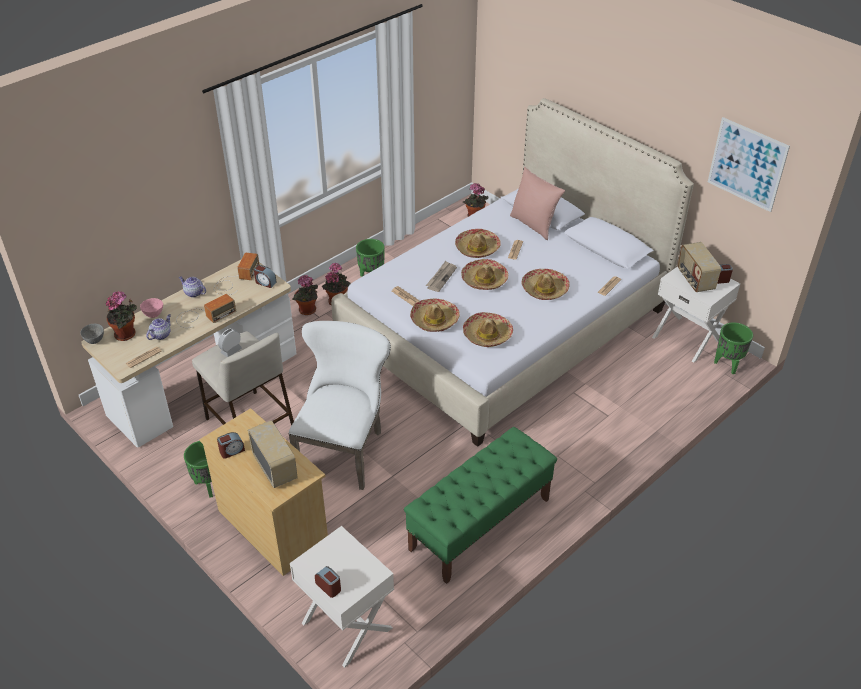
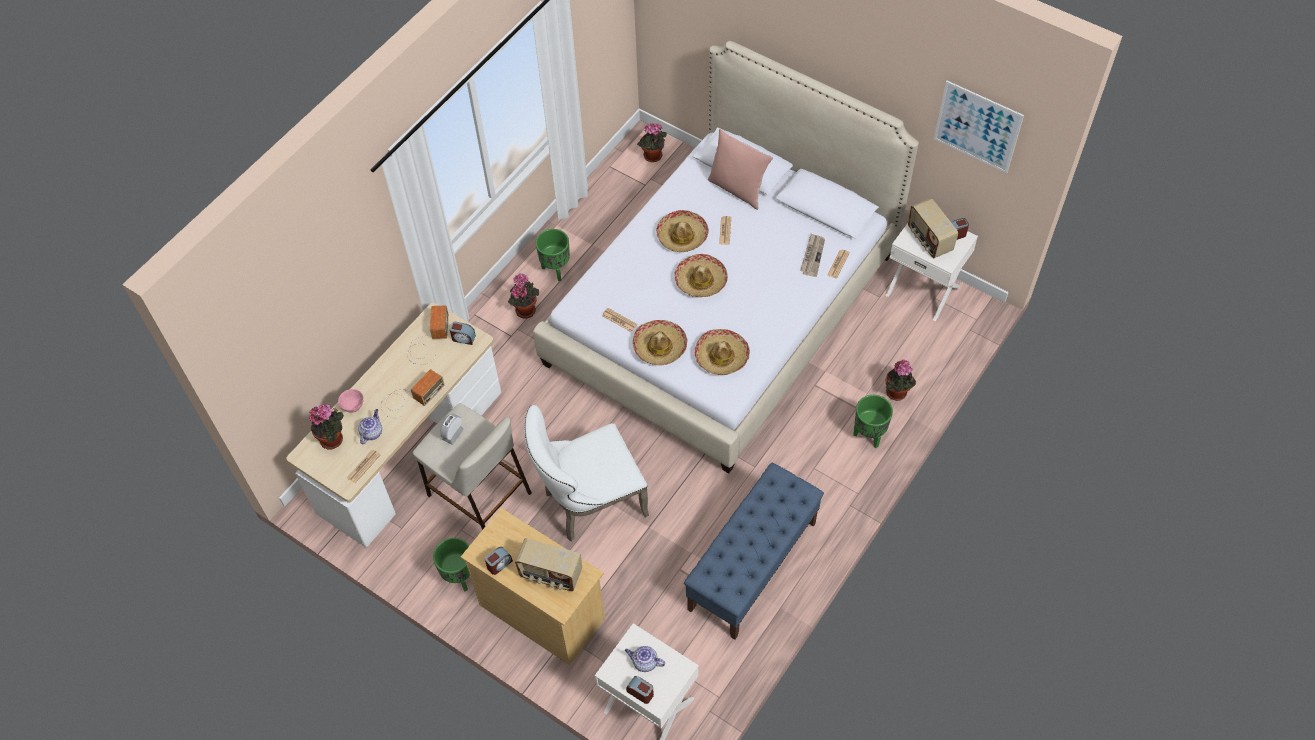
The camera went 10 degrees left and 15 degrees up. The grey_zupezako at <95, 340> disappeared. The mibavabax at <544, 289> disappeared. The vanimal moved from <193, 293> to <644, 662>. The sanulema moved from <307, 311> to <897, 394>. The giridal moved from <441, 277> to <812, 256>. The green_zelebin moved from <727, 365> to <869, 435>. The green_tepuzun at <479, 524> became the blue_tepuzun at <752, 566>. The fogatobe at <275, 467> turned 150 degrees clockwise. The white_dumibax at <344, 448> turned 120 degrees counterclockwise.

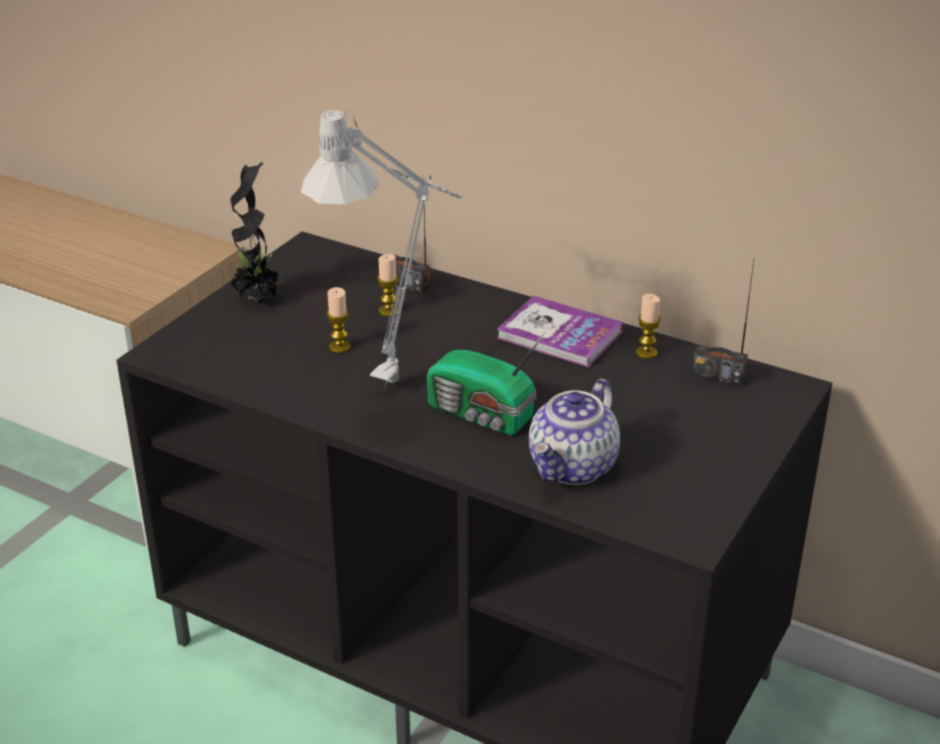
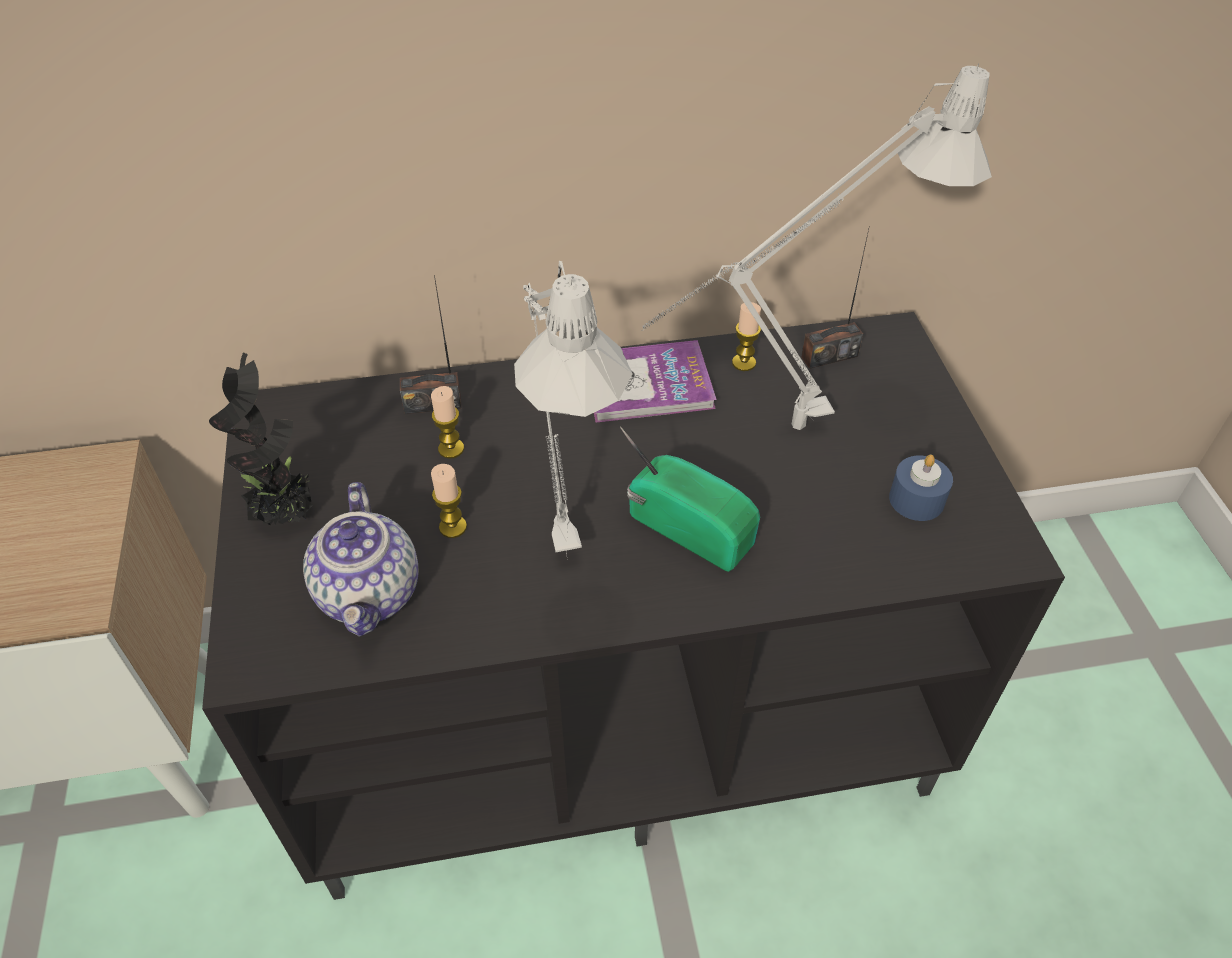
The camera went 40 degrees left and 15 degrees up. The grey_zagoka at <779, 433> appeared. The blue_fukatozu at <916, 499> appeared. The vanimal moved from <573, 467> to <371, 593>. The fogatobe at <481, 415> turned 135 degrees counterclockwise.

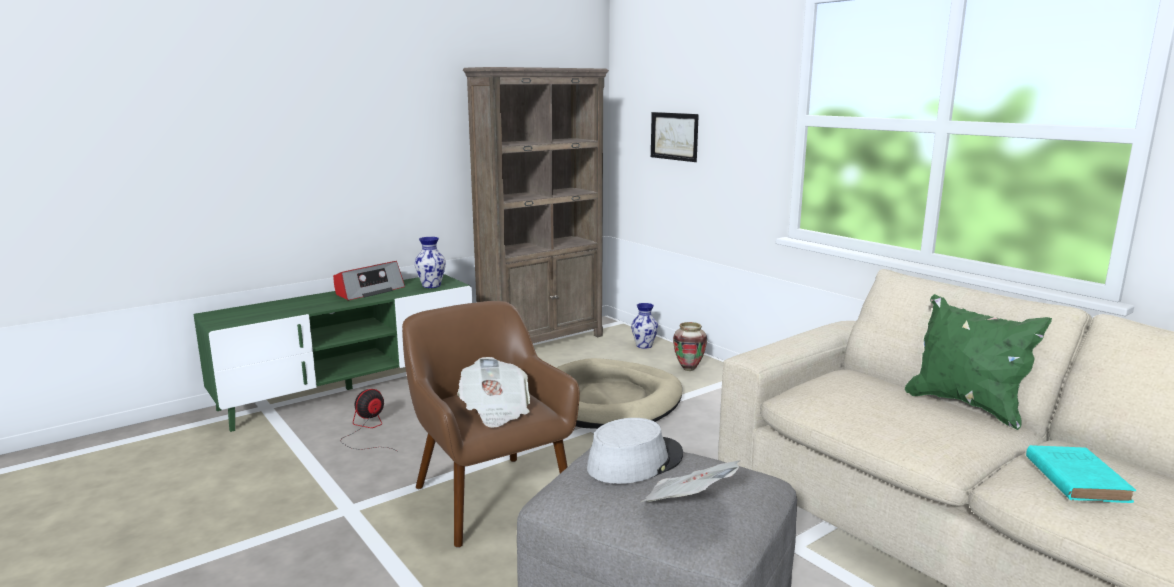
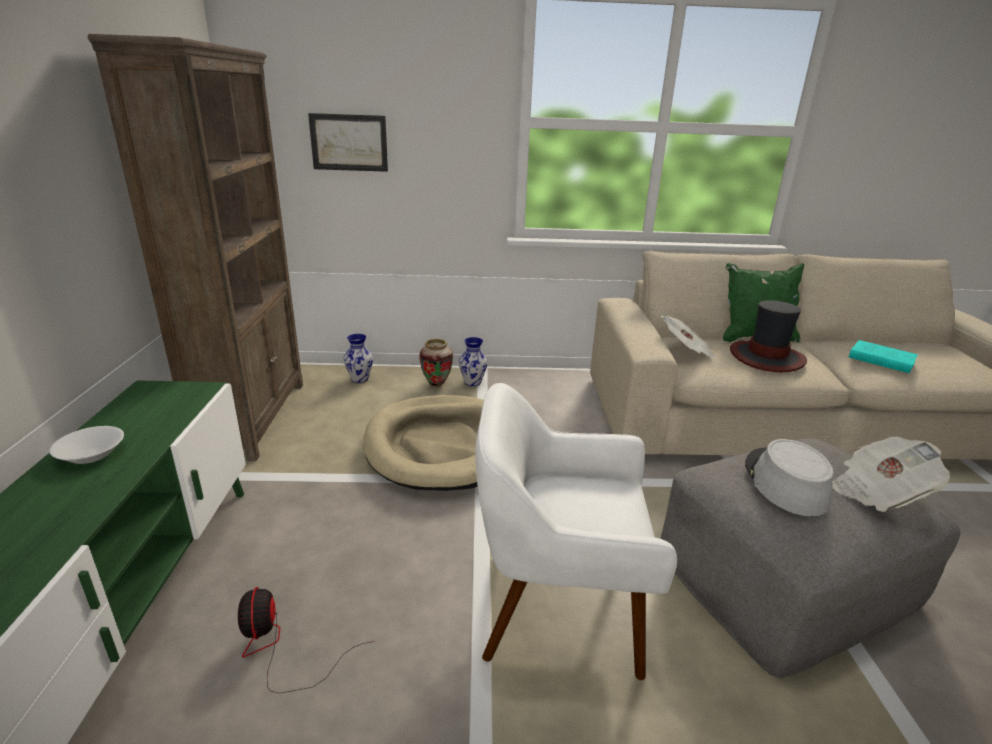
The camera went 55 degrees left and 10 degrees up. The mibavabax at <766, 357> appeared. The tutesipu moved from <432, 285> to <472, 382>. The giridal moved from <495, 411> to <686, 351>. The fogatobe at <369, 291> was replaced by the white_zupezako at <91, 453>. The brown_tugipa at <490, 497> became the white_tugipa at <557, 607>.

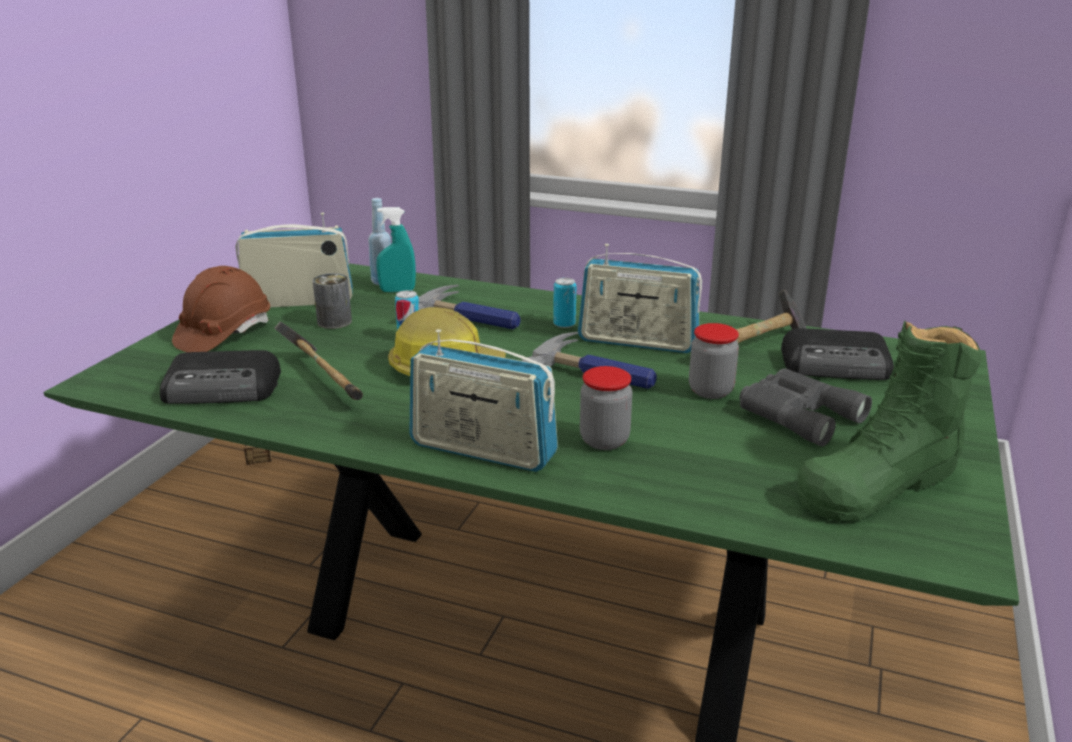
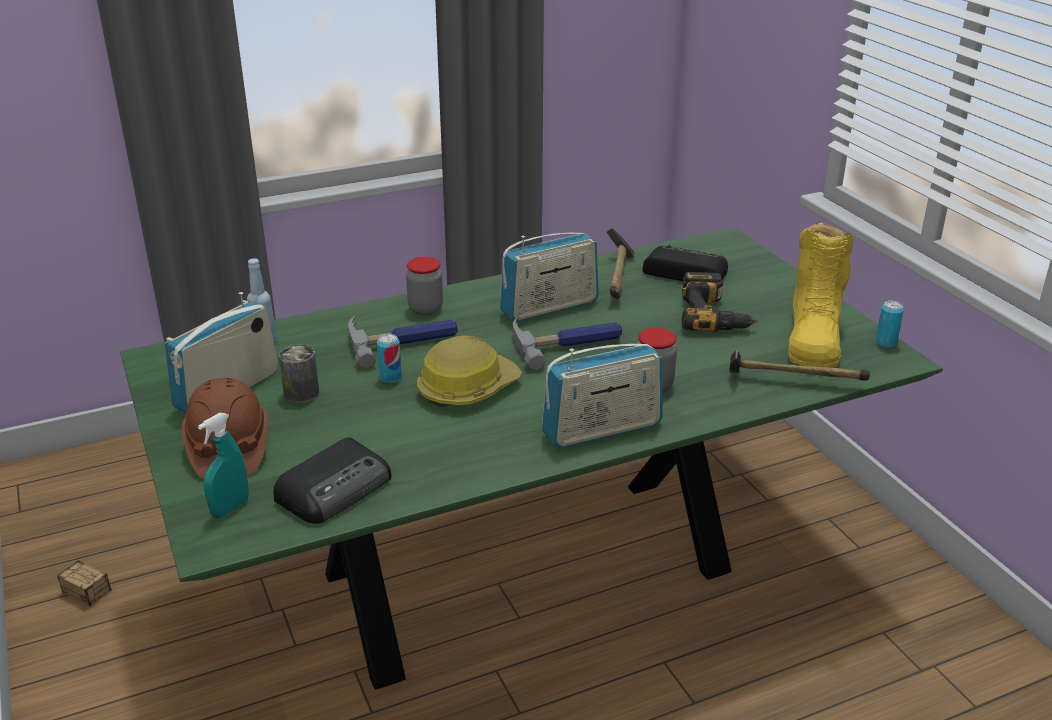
The camera went 45 degrees left and 5 degrees up. The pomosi moved from <324, 379> to <791, 382>. The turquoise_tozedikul moved from <397, 290> to <230, 508>. The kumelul moved from <564, 324> to <885, 343>. The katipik moved from <710, 391> to <425, 308>. The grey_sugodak at <796, 413> was replaced by the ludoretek at <715, 315>. The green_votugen at <879, 483> became the yellow_votugen at <813, 338>. The fogatobe at <837, 365> turned 120 degrees counterclockwise.

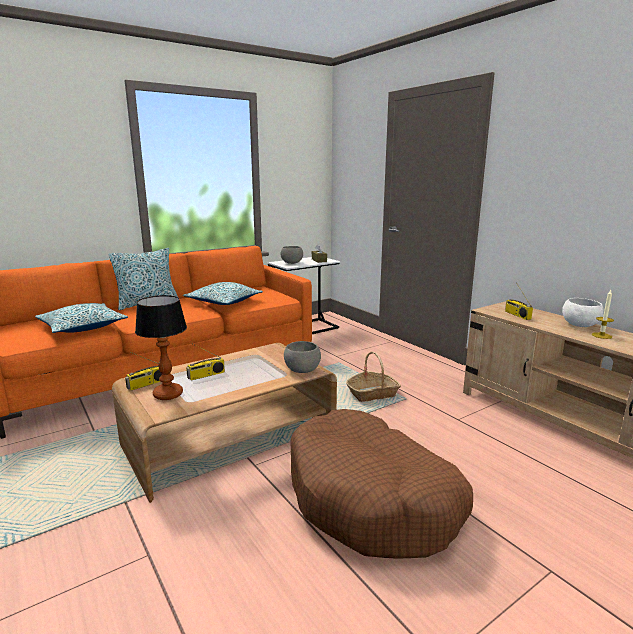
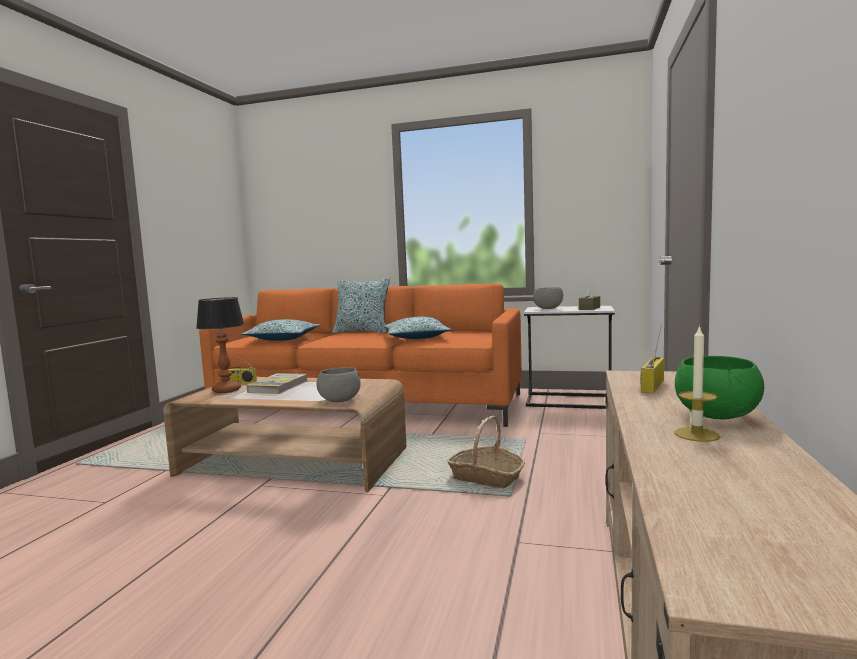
The camera went 50 degrees right and 10 degrees down. The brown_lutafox at <372, 498> disappeared. The fogatobe at <206, 375> was replaced by the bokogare at <278, 386>. The white_zupezako at <580, 325> became the green_zupezako at <718, 416>.

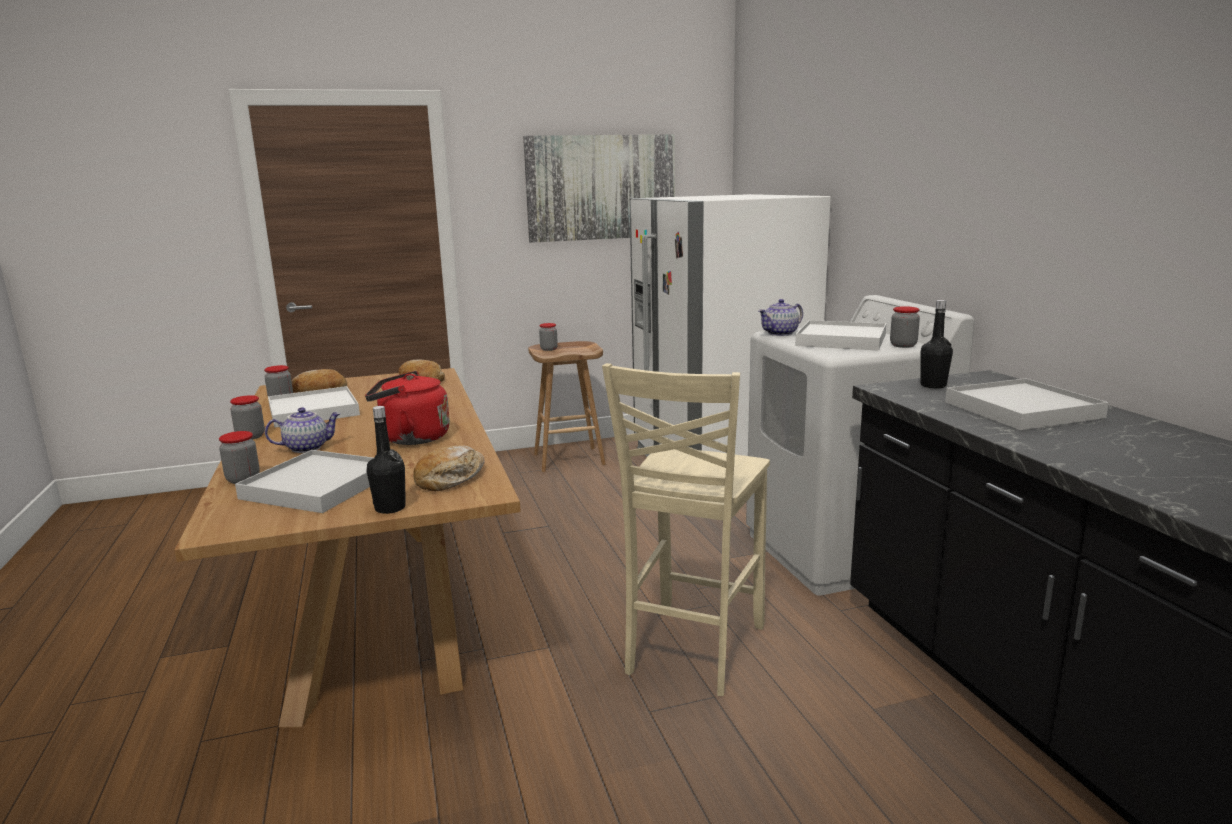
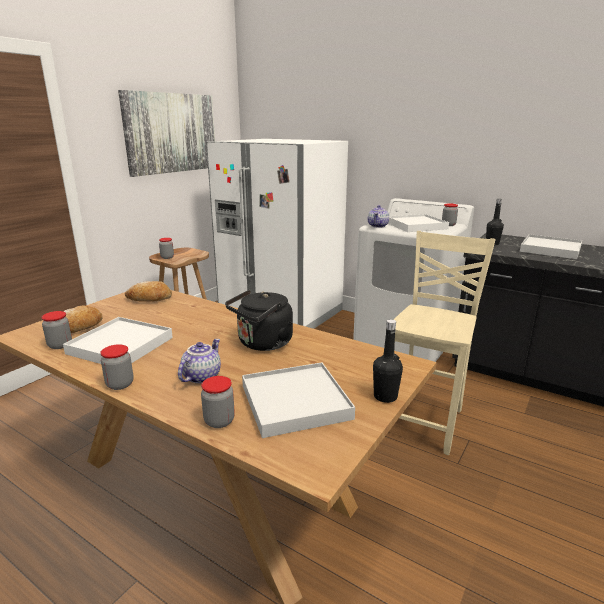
The camera went 40 degrees left and 5 degrees up. The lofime at <450, 479> disappeared. The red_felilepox at <411, 438> became the black_felilepox at <263, 344>. The beige_dumibax at <691, 650> turned 135 degrees counterclockwise.

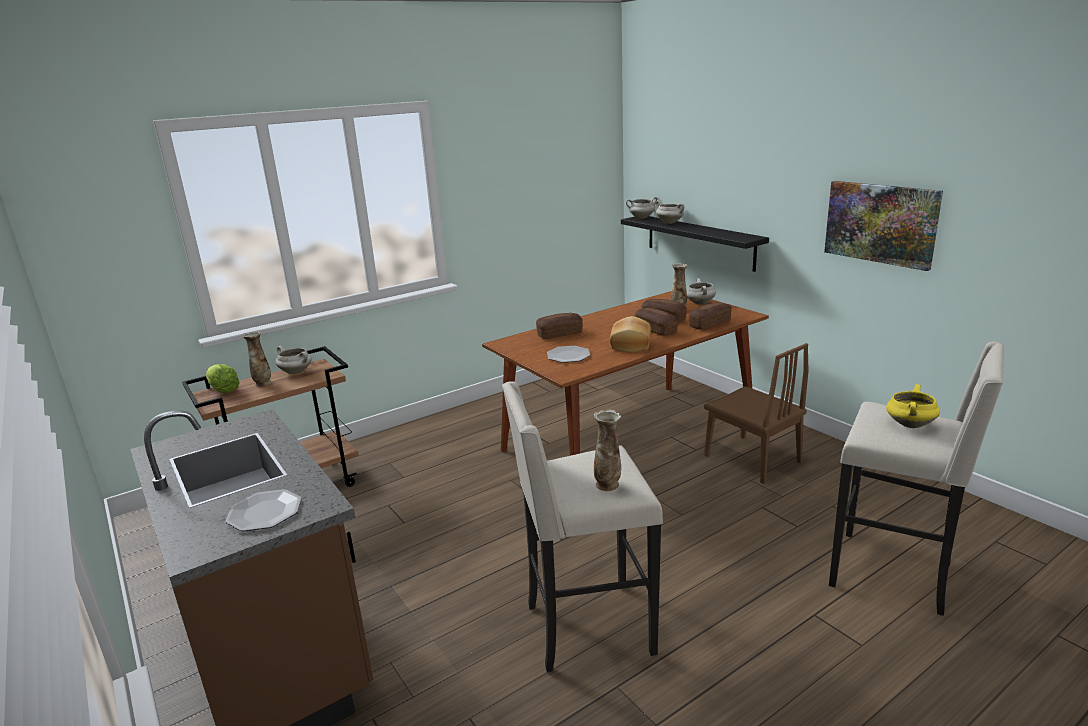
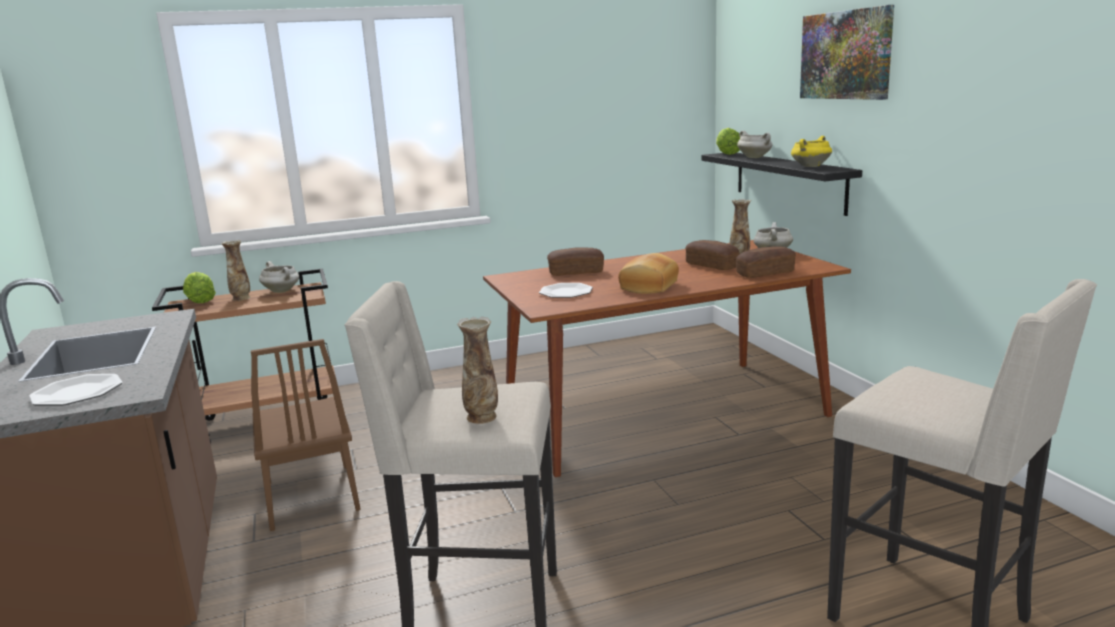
The camera went 15 degrees right and 5 degrees down. The lofime at <655, 330> disappeared. The brown_dumibax moved from <752, 458> to <311, 495>. The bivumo moved from <880, 223> to <846, 55>. The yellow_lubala moved from <909, 424> to <810, 166>. The white_lubala at <641, 218> was replaced by the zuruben at <727, 154>.

